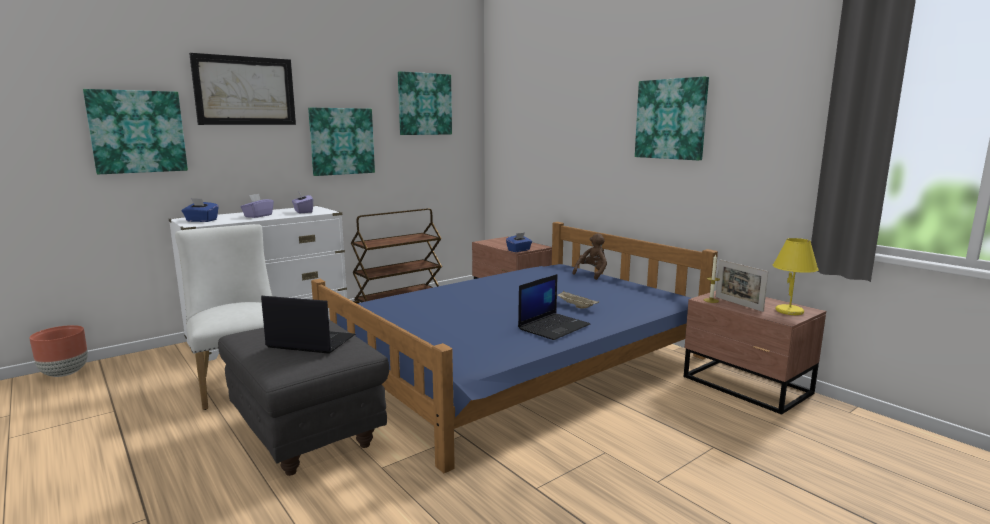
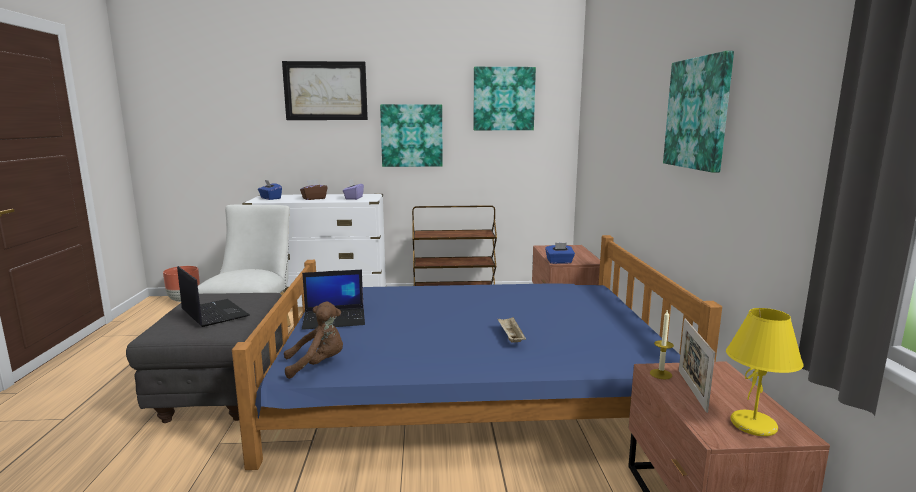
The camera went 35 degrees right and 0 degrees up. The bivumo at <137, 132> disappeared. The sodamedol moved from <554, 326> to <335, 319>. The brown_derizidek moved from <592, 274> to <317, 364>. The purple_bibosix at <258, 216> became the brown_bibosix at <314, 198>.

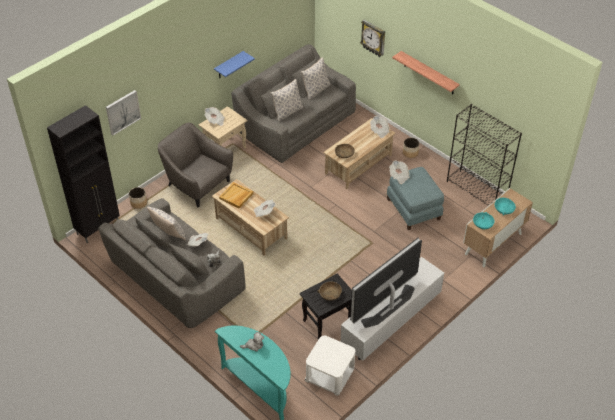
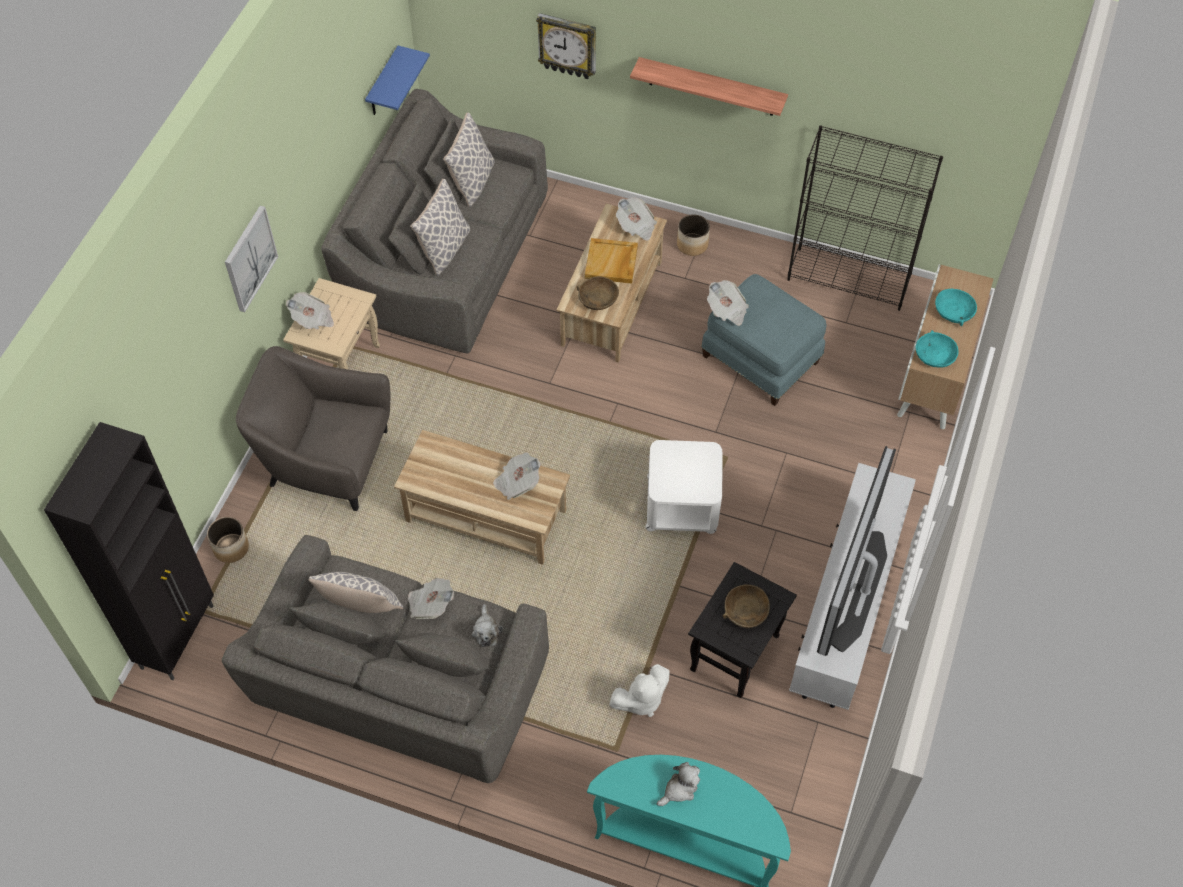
The camera went 25 degrees left and 10 degrees up. The white_derizidek at <641, 700> appeared. The bivumo moved from <123, 112> to <249, 258>. The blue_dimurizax moved from <229, 65> to <383, 83>. The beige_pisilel moved from <236, 196> to <611, 263>. The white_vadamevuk moved from <330, 375> to <682, 505>.

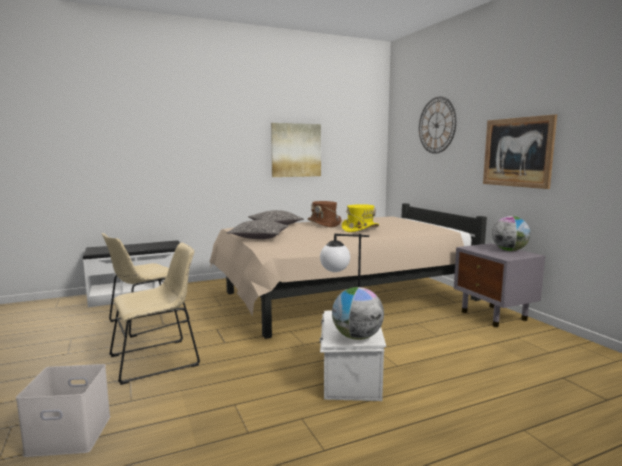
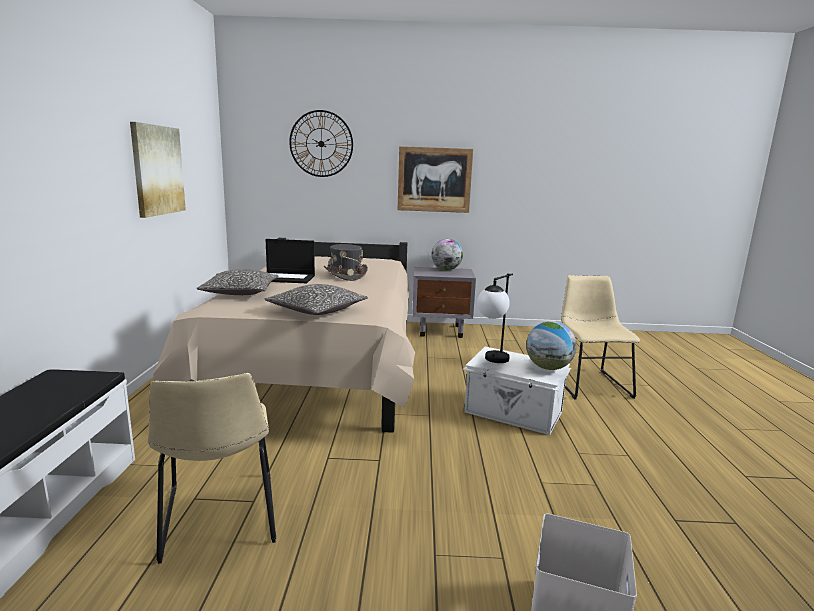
The camera went 65 degrees left and 5 degrees up. The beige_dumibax moved from <158, 359> to <587, 382>. The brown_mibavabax at <324, 224> was replaced by the sodamedol at <287, 278>. The yellow_mibavabax at <360, 229> became the grey_mibavabax at <345, 275>.

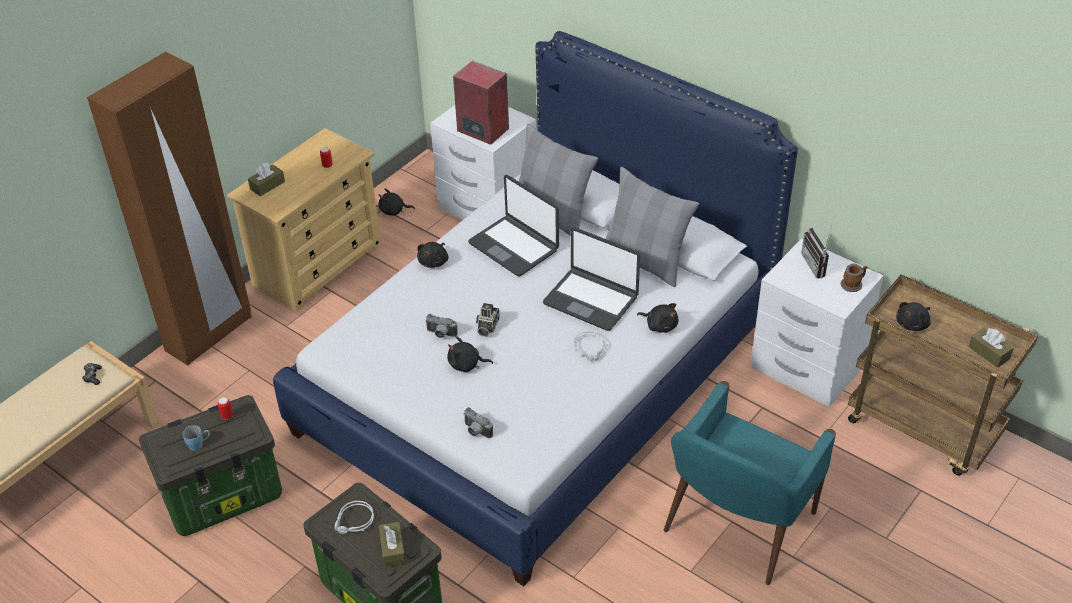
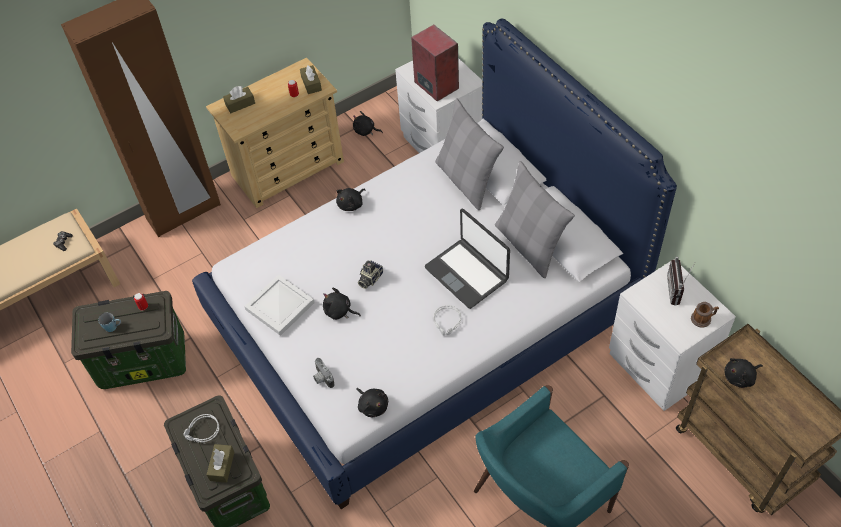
The camera went 20 degrees right and 10 degrees up. The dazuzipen at <440, 334> disappeared. The sodamedol at <514, 246> disappeared. The white_pisilel at <281, 306> appeared. The black_derizidek moved from <660, 325> to <372, 405>. The brown_bibosix moved from <989, 353> to <311, 84>.

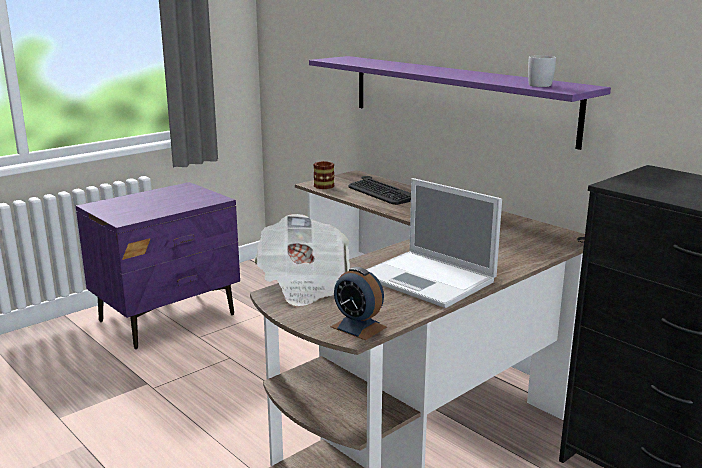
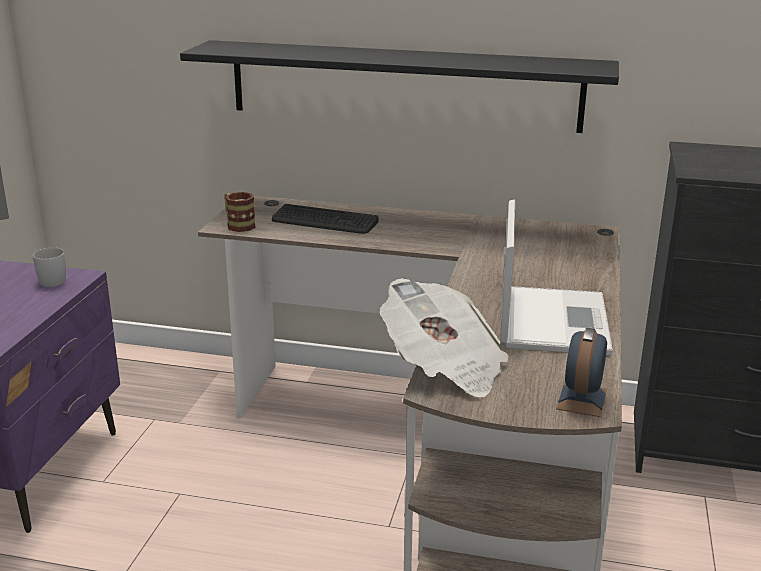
The camera went 35 degrees left and 5 degrees up. The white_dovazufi moved from <539, 84> to <51, 280>. The purple_dimurizax at <457, 97> became the black_dimurizax at <404, 85>. The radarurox at <358, 327> turned 105 degrees clockwise. The sodamedol at <429, 279> turned 90 degrees counterclockwise.

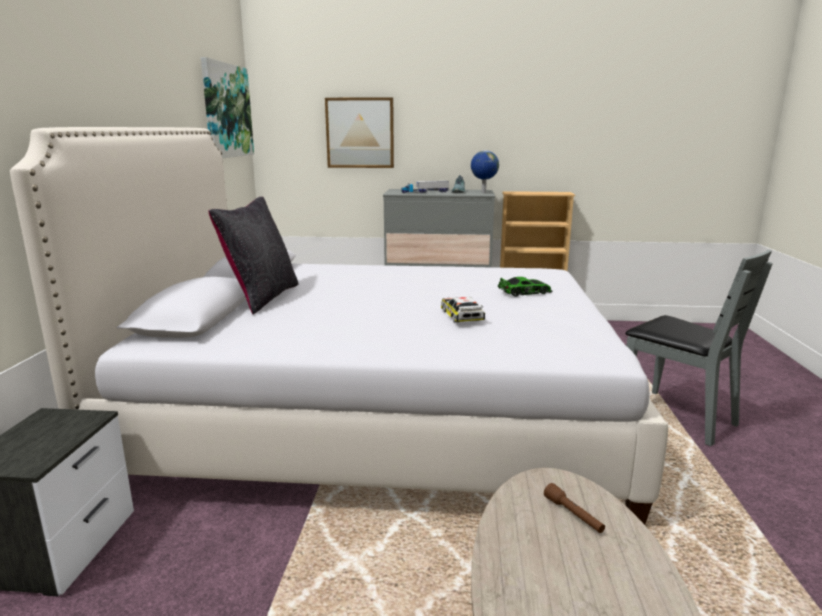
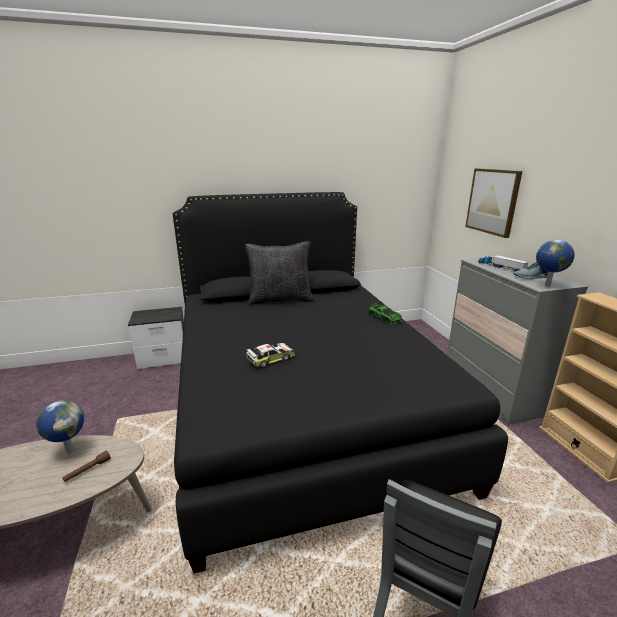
The camera went 70 degrees right and 5 degrees up. The bivumo at <226, 111> disappeared. The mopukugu at <70, 451> appeared. The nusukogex moved from <525, 292> to <385, 317>. The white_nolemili at <378, 417> became the black_nolemili at <300, 403>.

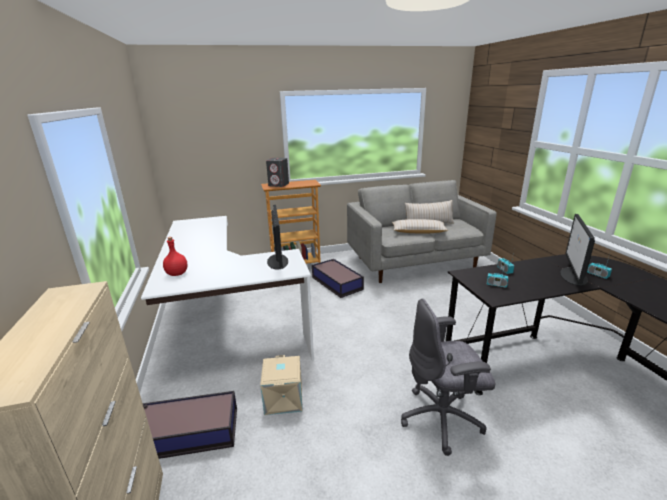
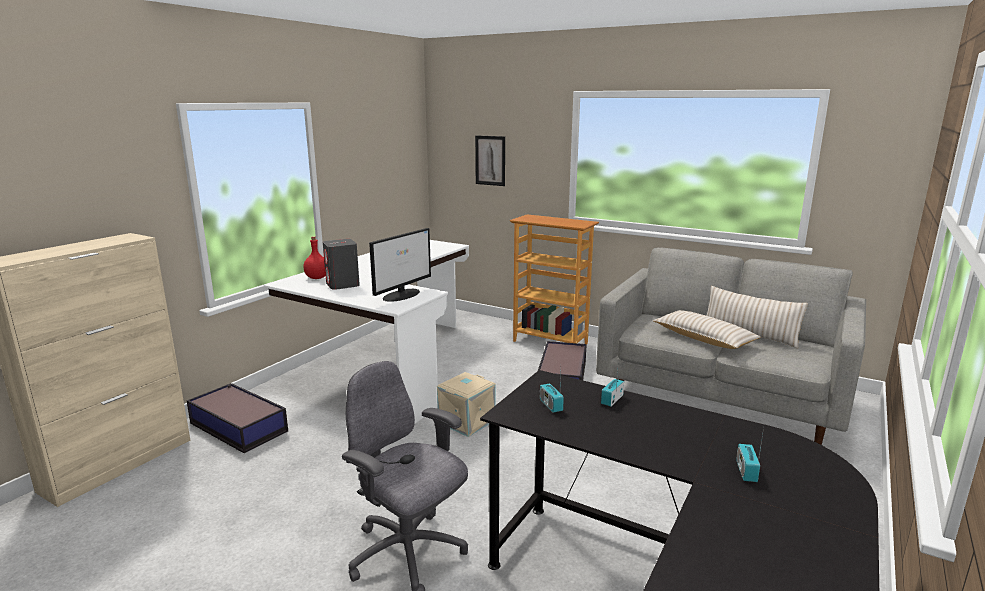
The camera went 45 degrees right and 5 degrees down. The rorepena at <573, 276> disappeared. The bivumo at <490, 160> appeared. The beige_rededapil moved from <284, 399> to <467, 422>. The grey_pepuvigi moved from <279, 185> to <343, 285>.

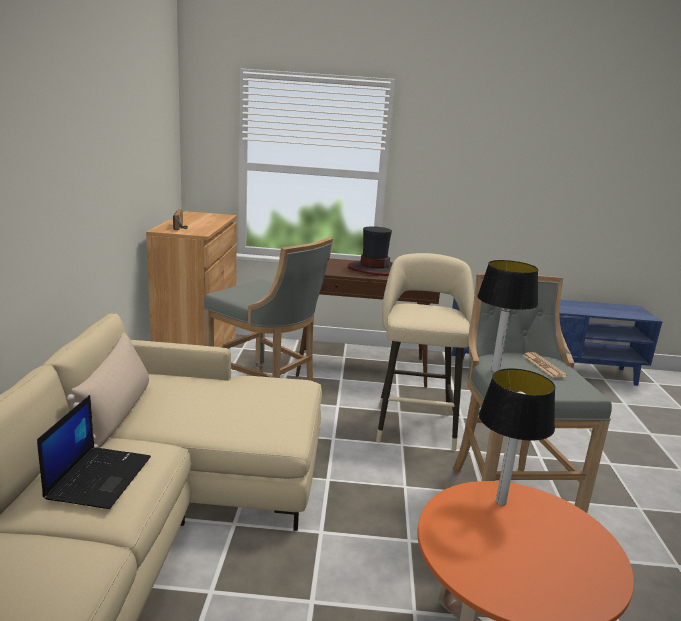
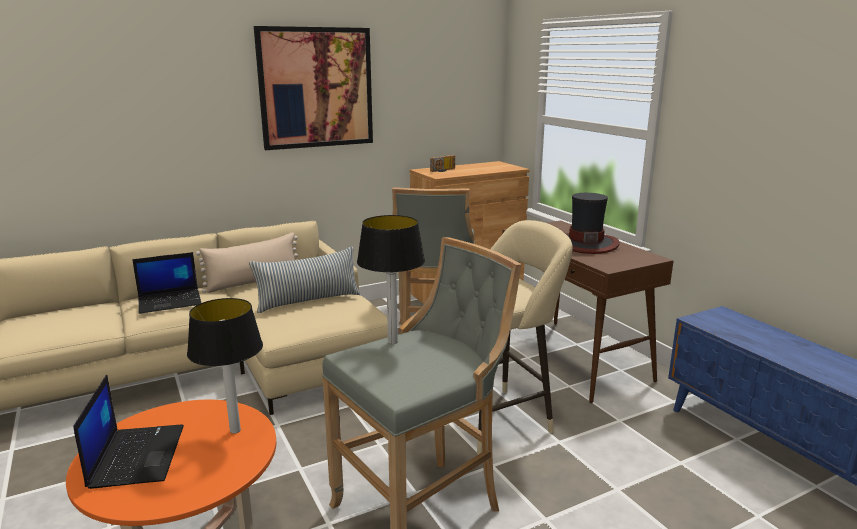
The camera went 60 degrees right and 0 degrees up. The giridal at <543, 366> disappeared. The sodamedol at <136, 455> appeared. The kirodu at <308, 301> appeared. The bivumo at <316, 88> appeared.

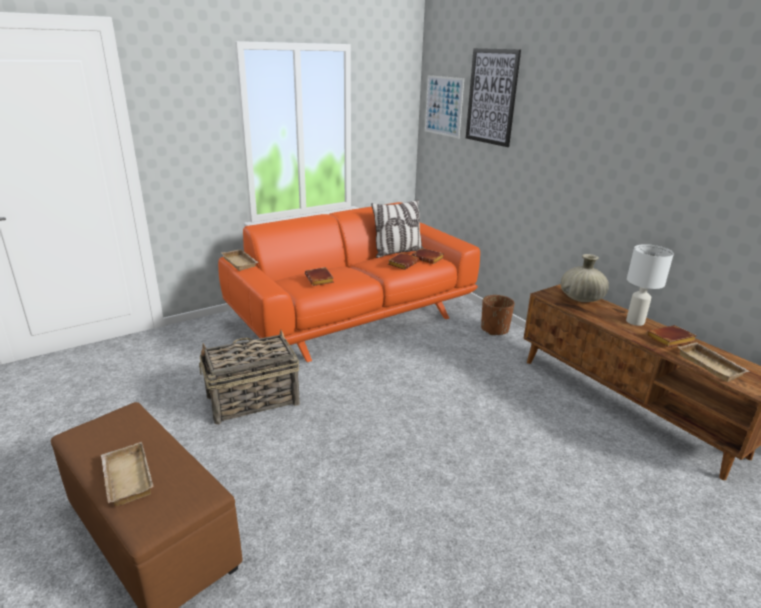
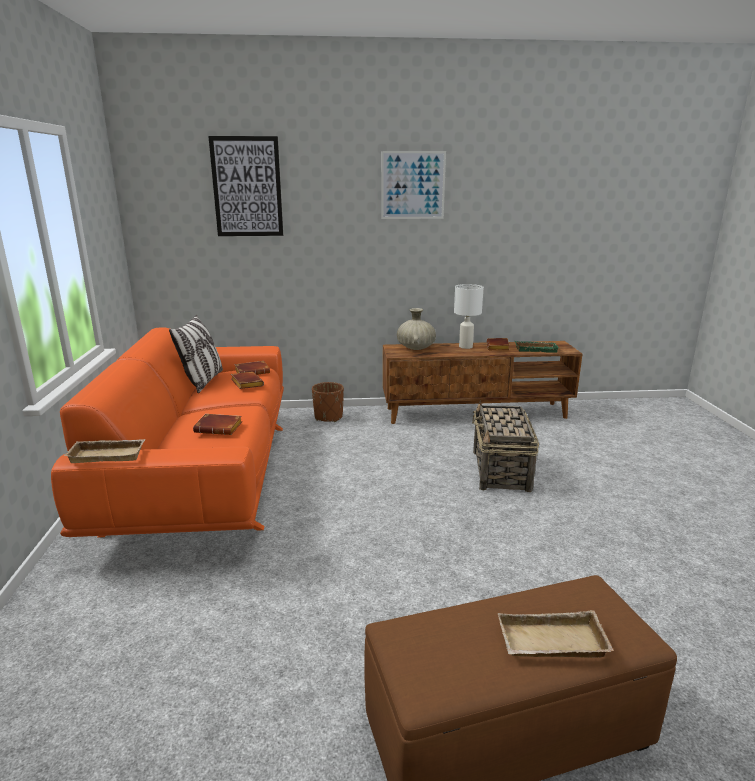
The camera went 60 degrees left and 5 degrees down. The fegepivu moved from <252, 400> to <500, 471>. The bivumo moved from <443, 106> to <413, 185>. The beige_pisilel at <712, 365> became the green_pisilel at <536, 349>.

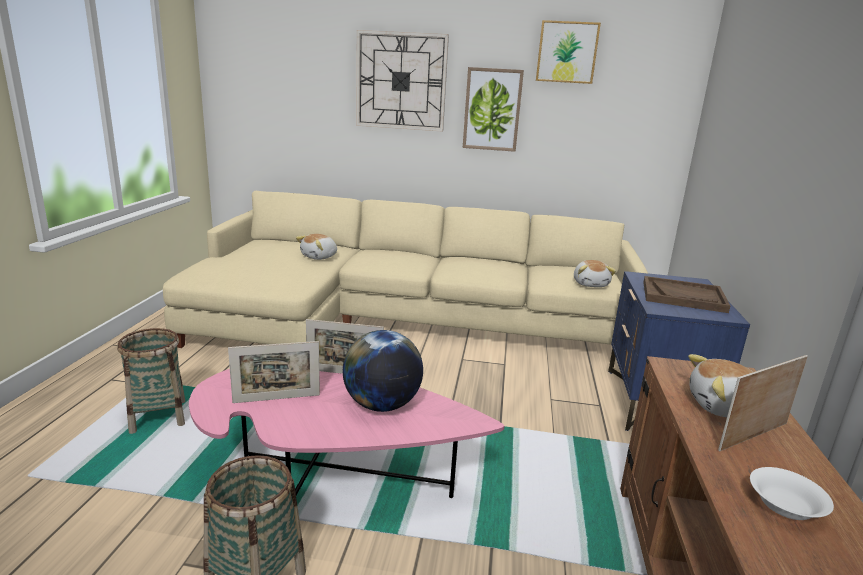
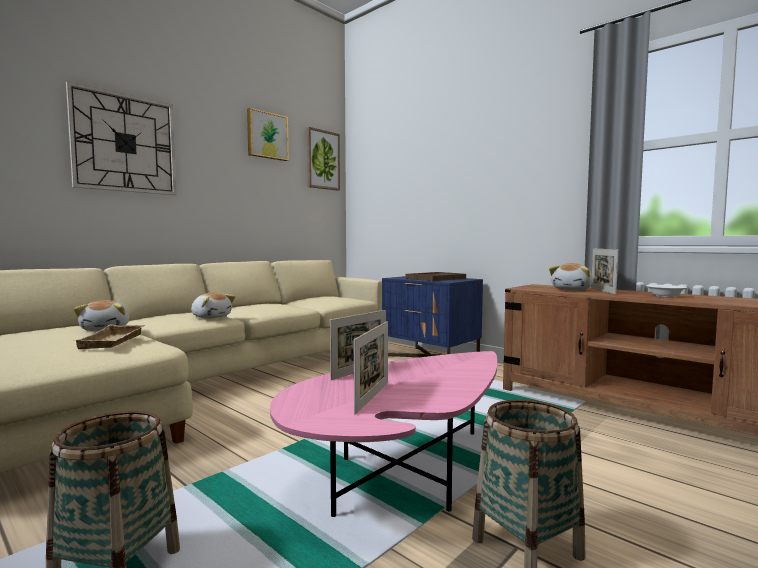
The camera went 55 degrees left and 15 degrees down. The mopukugu at <382, 405> disappeared. The beige_pisilel at <114, 341> appeared. The bivumo moved from <492, 109> to <322, 160>. The derizidek moved from <591, 284> to <211, 317>.

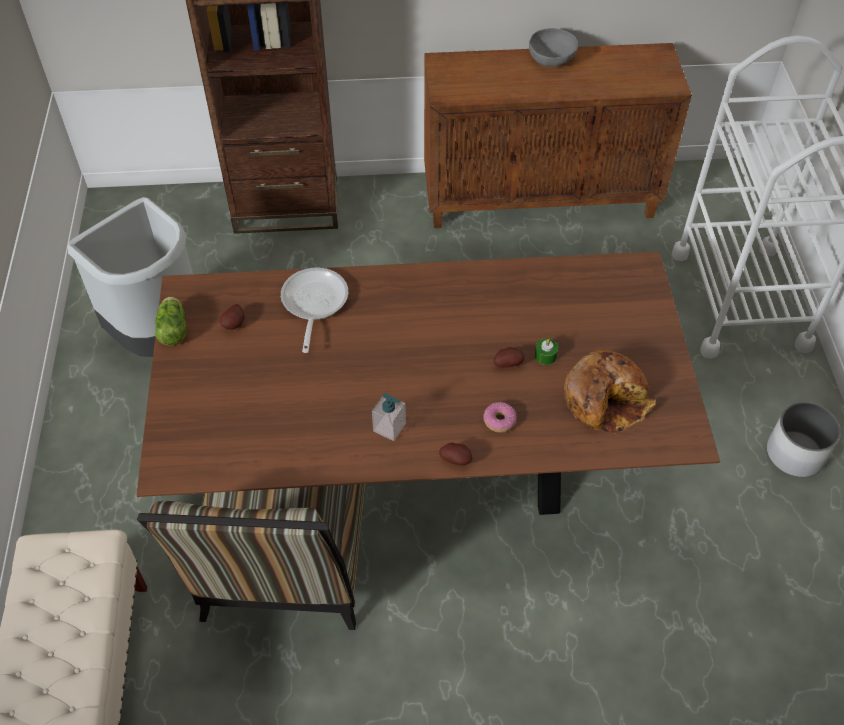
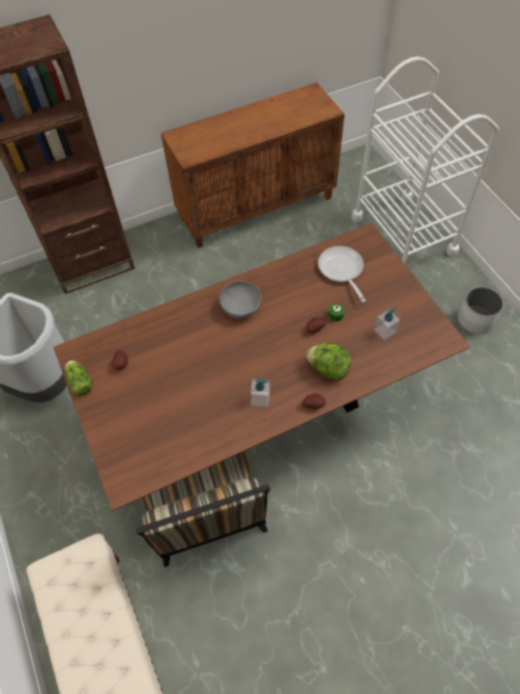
The camera went 20 degrees left and 5 degrees up. The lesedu moved from <313, 304> to <341, 270>. The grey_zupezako moved from <552, 60> to <241, 307>. The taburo at <499, 421> was replaced by the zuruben at <328, 368>. The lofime at <605, 399> was replaced by the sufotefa at <385, 331>.

